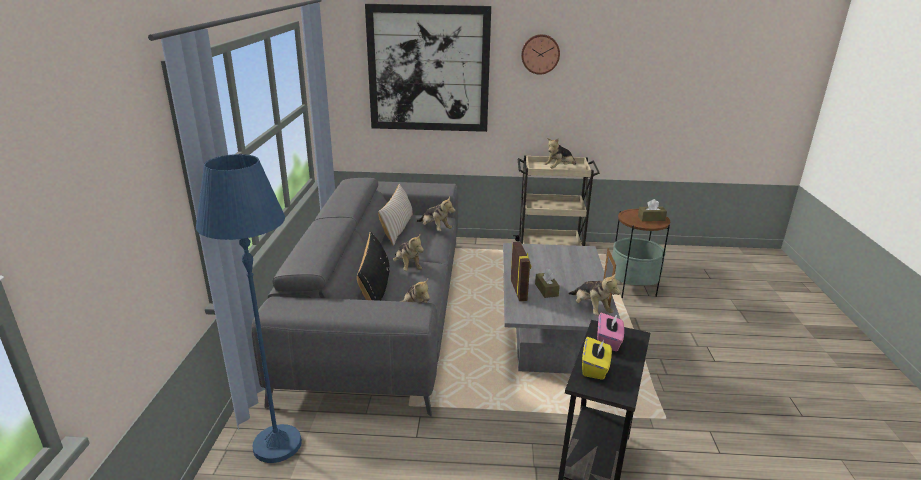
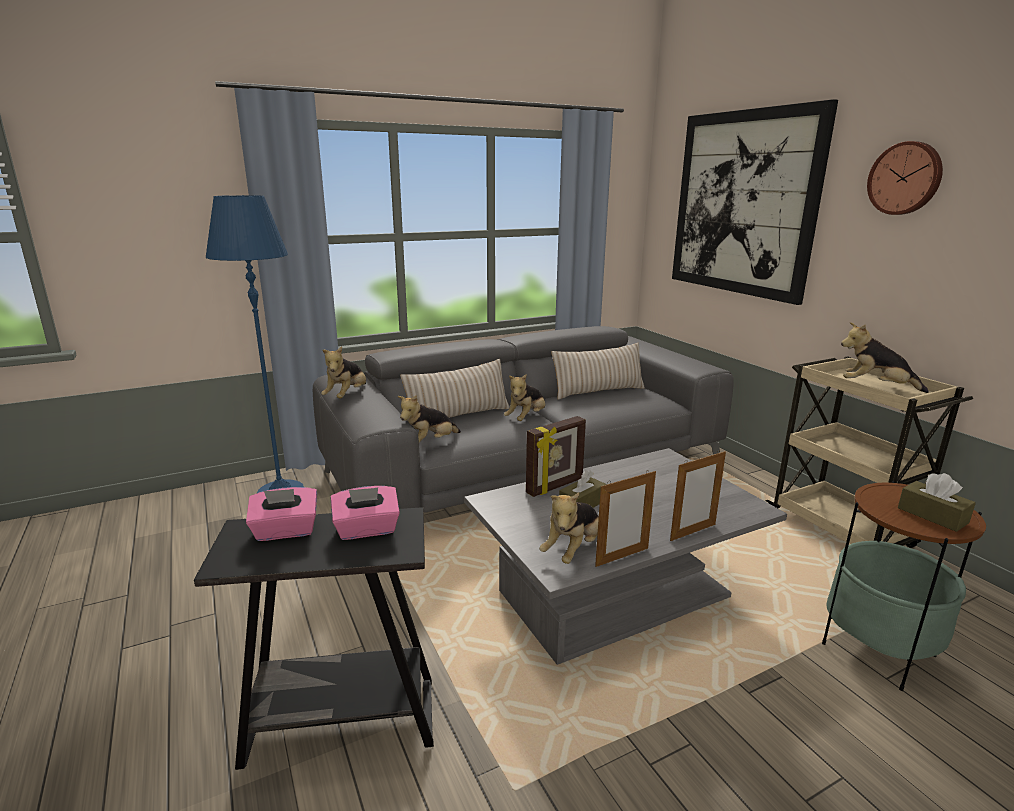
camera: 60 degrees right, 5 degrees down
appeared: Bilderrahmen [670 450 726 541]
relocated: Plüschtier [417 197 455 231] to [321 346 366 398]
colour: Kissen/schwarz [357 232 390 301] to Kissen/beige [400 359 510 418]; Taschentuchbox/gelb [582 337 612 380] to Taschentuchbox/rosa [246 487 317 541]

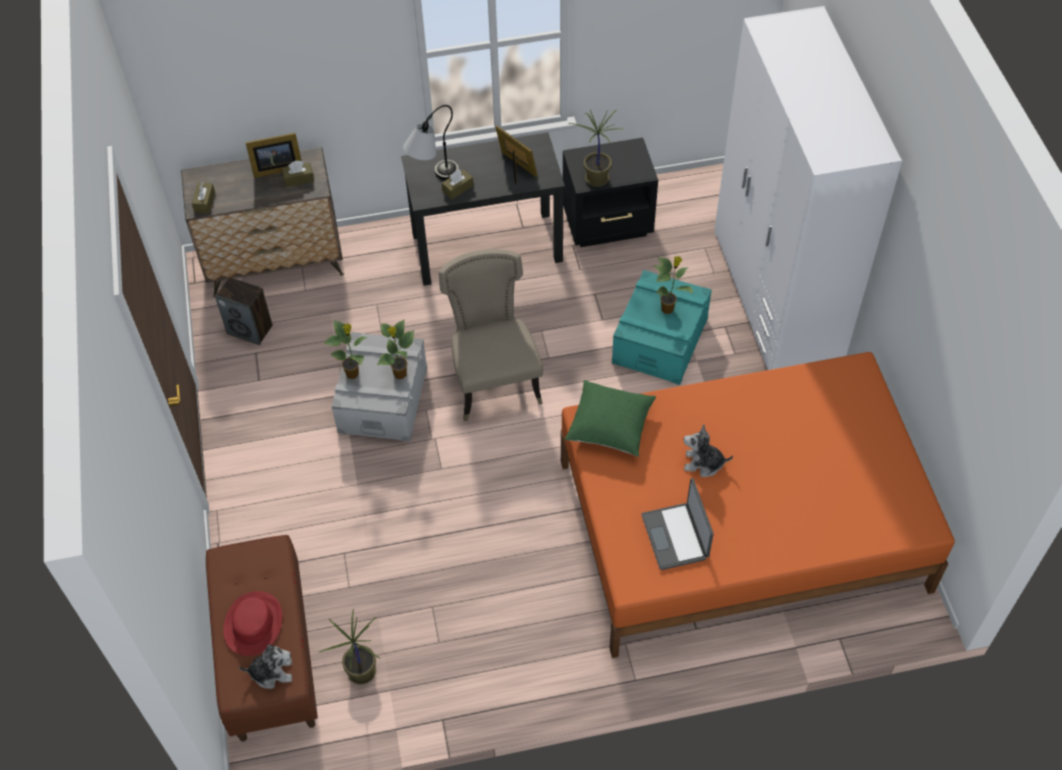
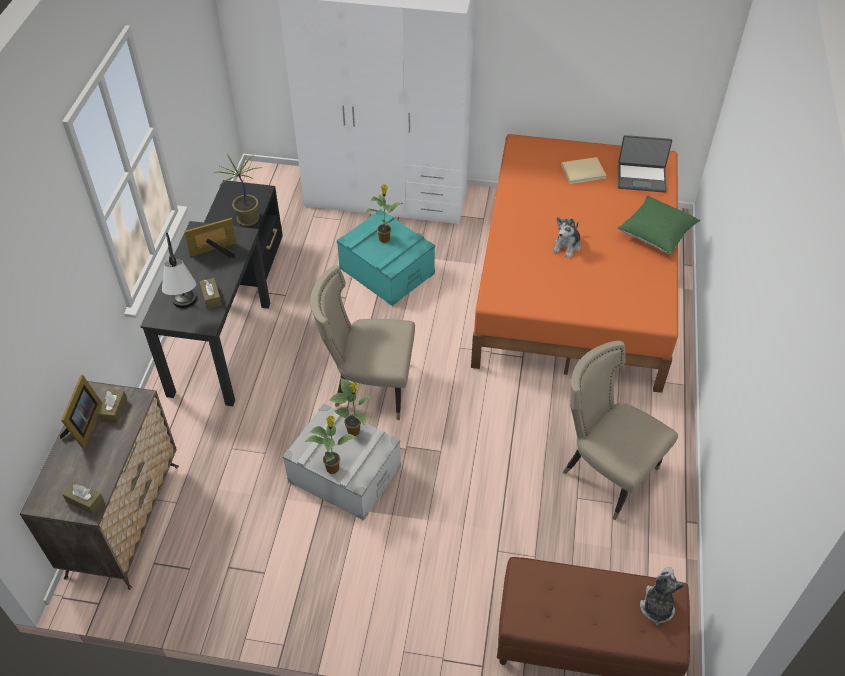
camera: 70 degrees left, 5 degrees down
missing: Lautsprecher [215 277 273 345]; Hut/rot [223 591 282 656]; Topfpflanze [319 609 381 685]
appeared: Buch/beige [561 157 606 184]; Stuhl/beige [563 341 678 520]
relocated: Kissen/grün [565 380 656 457] to [617 196 700 255]; Laptop [641 478 714 570] to [618 135 672 193]

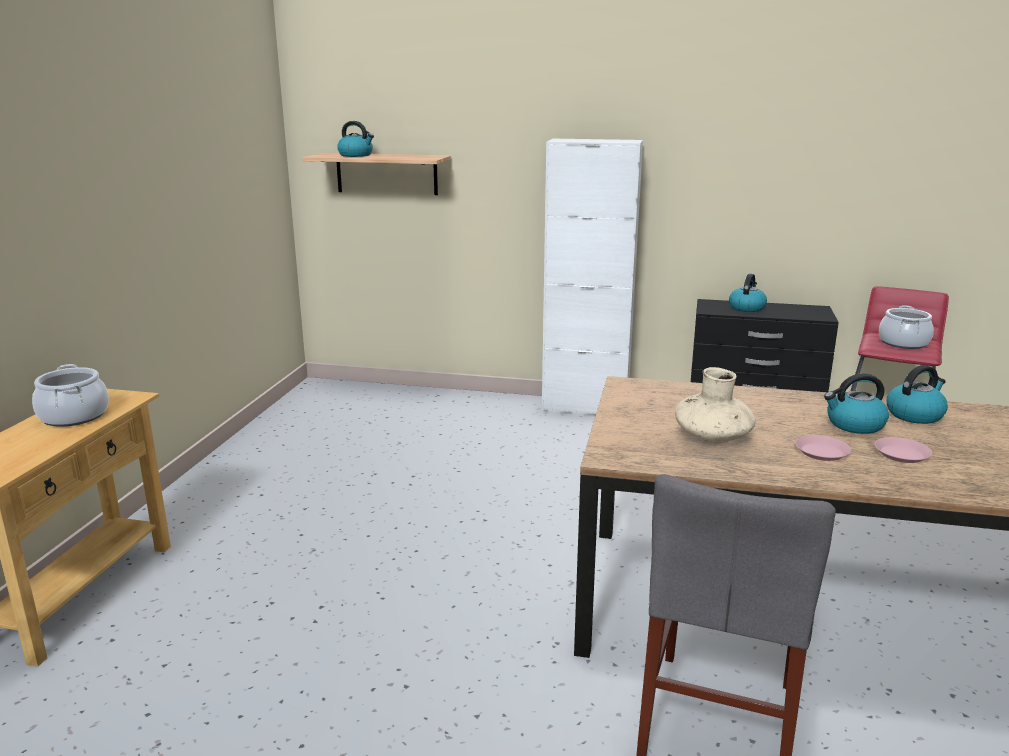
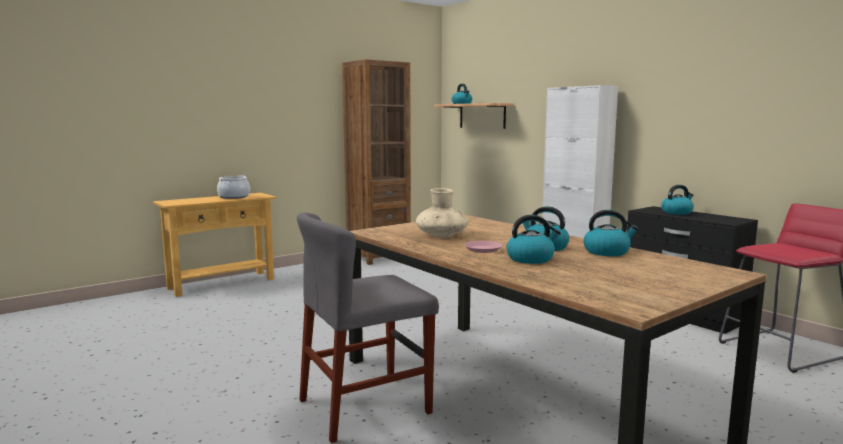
camera: 40 degrees right, 10 degrees down
missing: Kochtopf [879 305 934 349]
appeared: Bücherregal/braun [342 59 411 265]
exchanged: Teller/rosa [874 437 932 463] to Wasserkessel [506 215 561 264]

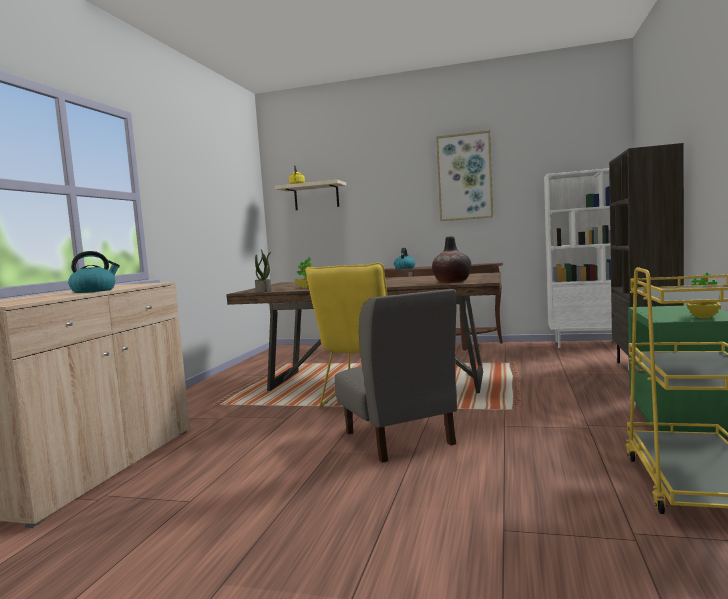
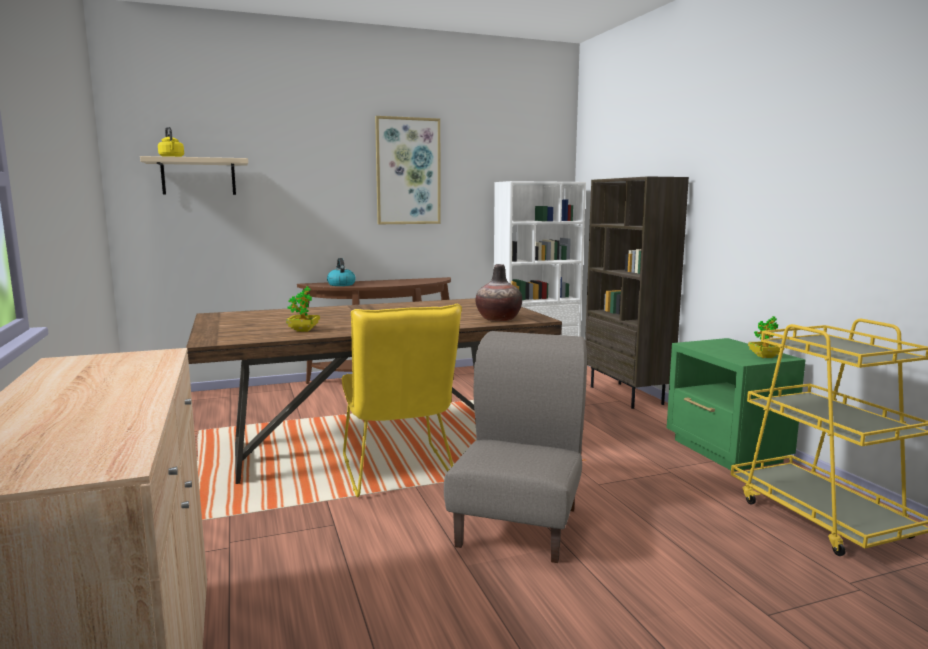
camera: 35 degrees left, 5 degrees up
missing: Topfpflanze [255 249 271 292]; Wasserkessel [68 251 120 293]
spun: Stuhl/grau [334 289 457 463] = [444 331 587 563] 105 degrees counterclockwise

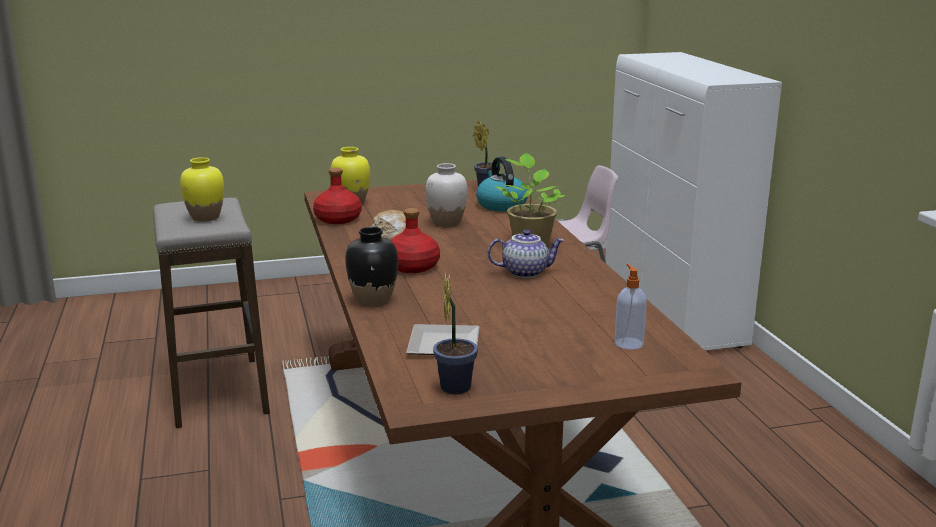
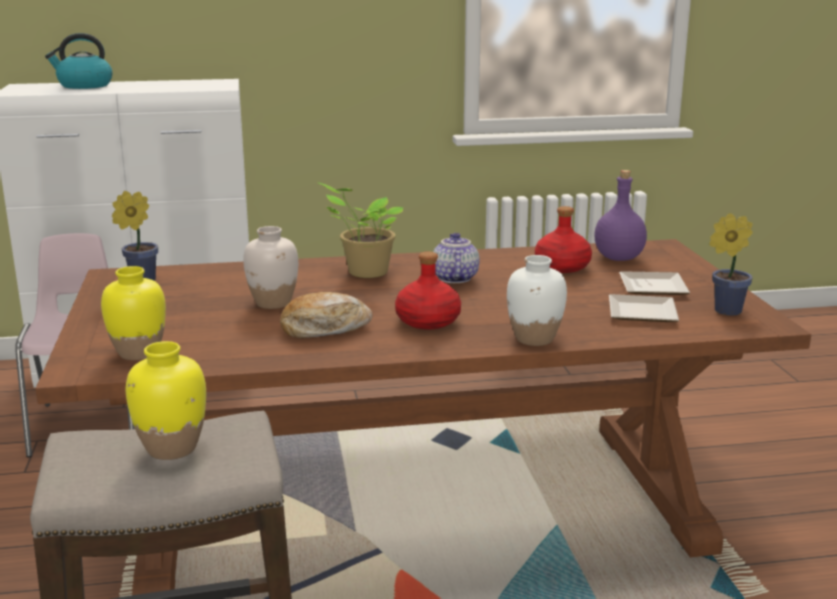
camera: 85 degrees left, 0 degrees up
appeared: Teller [619 271 690 295]
relocated: Wasserkessel [476 157 528 211] to [45 33 113 89]; Flasche/rot [313 168 362 224] to [535 206 592 273]
exchanged: Seifenspender [615 264 647 349] to Flasche/lila [594 170 647 261]
colour: Vase/schwarz [345 227 398 307] to Vase/weiß [507 255 567 346]

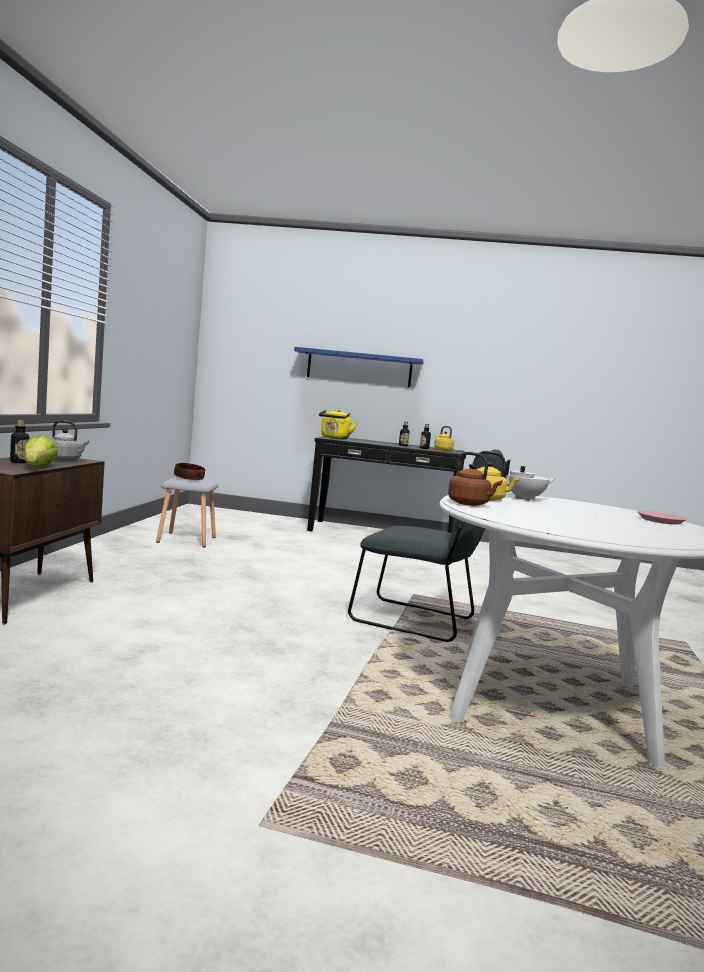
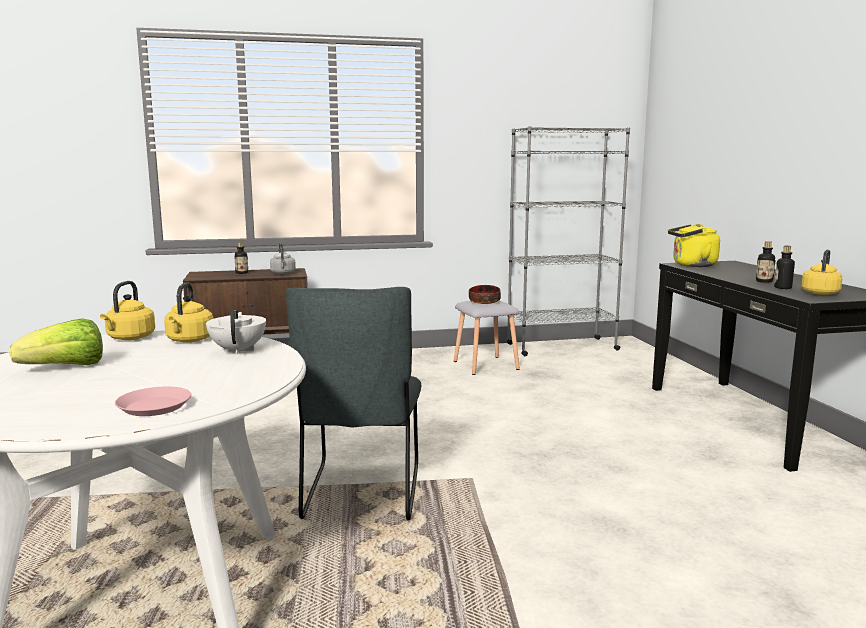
camera: 70 degrees right, 5 degrees up
missing: Wandregal/blau [294 347 424 388]
appeared: Bücherregal/grau [507 126 630 356]
relocated: Salatkopf [24 435 58 466] to [9 318 103 365]
colour: Wasserkessel/braun [448 452 502 506] to Wasserkessel/gelb [100 281 155 340]
spun: Teekanne/weiß [501 459 556 501] = [206 307 266 355] 150 degrees counterclockwise

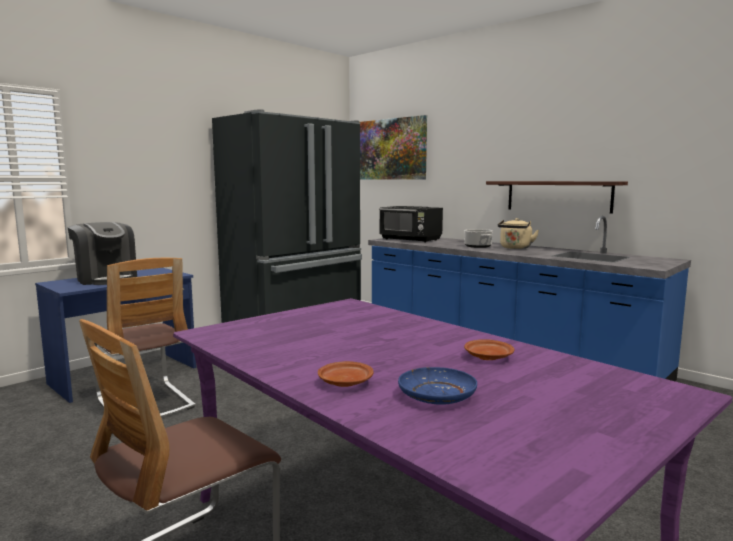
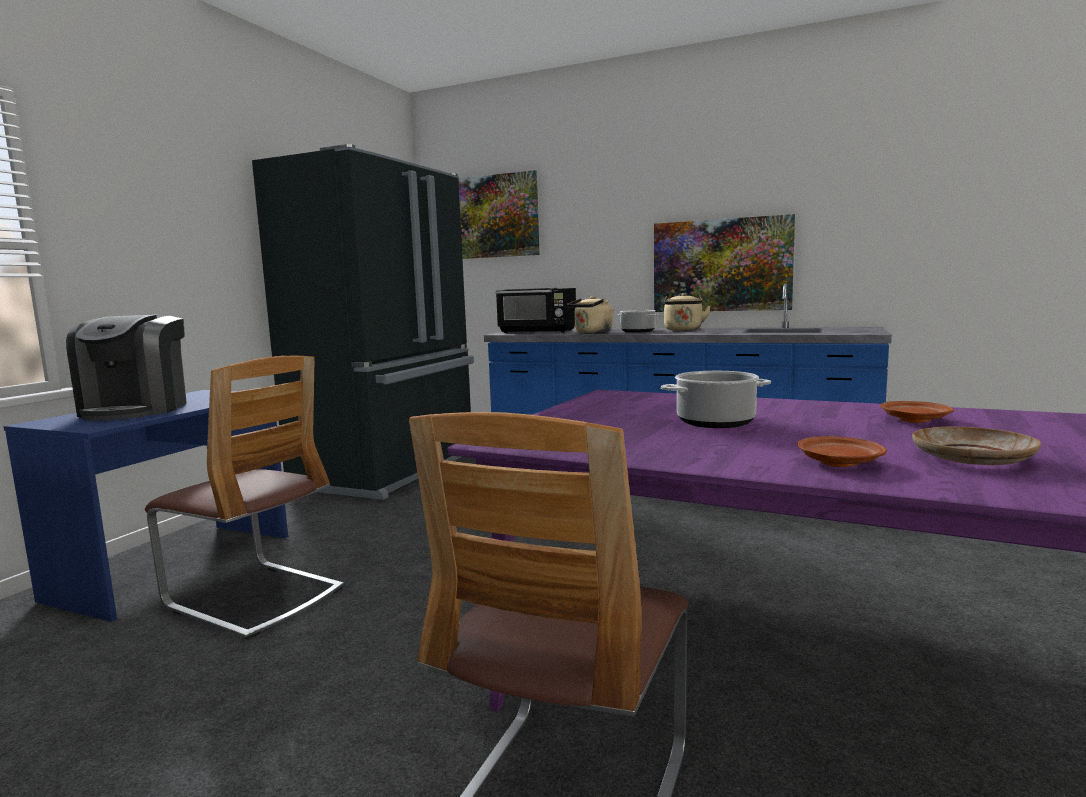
camera: 20 degrees left, 0 degrees up
appeared: Wasserkessel/beige [567 296 614 334]; Kochtopf [661 371 771 428]
exchanged: Wandregal [486 181 628 214] to Bild [654 214 795 312]
colour: Teller/blau [398 367 477 405] to Teller/beige [912 427 1041 465]
spun: Kaffeemaschine [67 222 137 285] = [66 315 187 420] 60 degrees clockwise

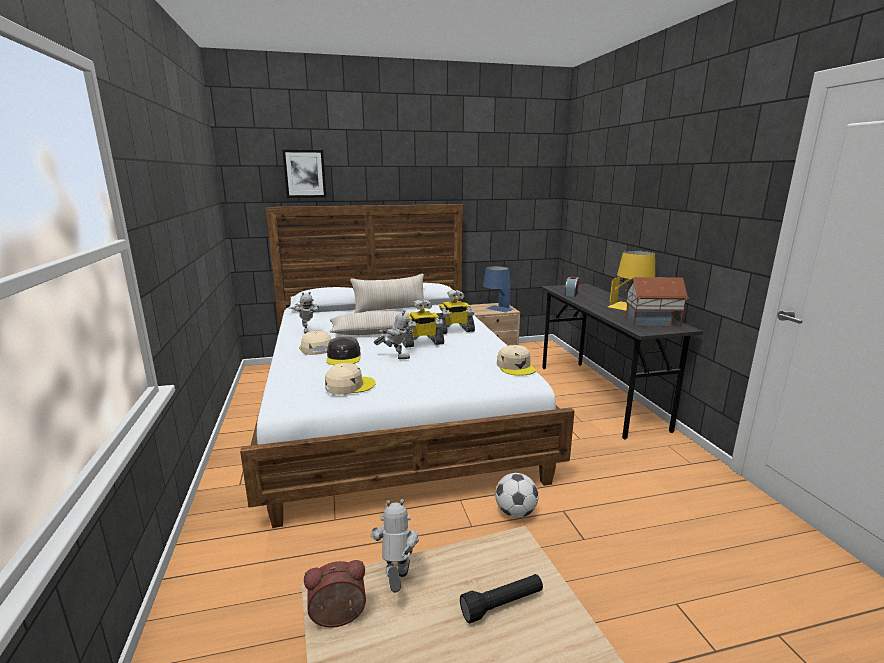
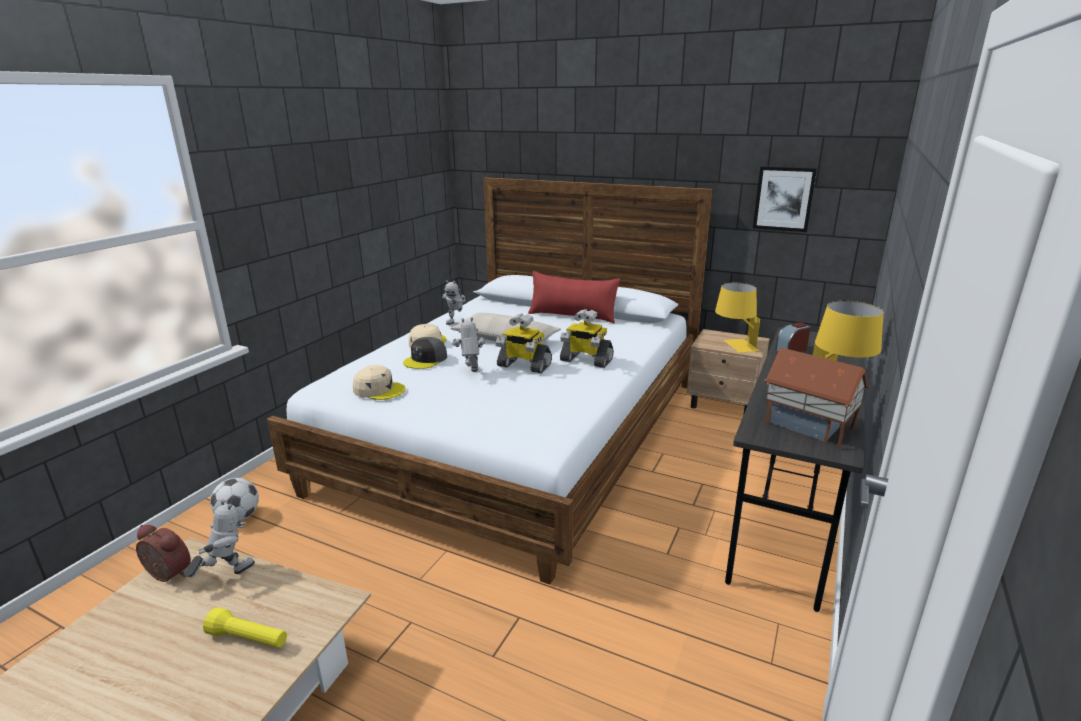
camera: 40 degrees right, 5 degrees up
missing: Kappe/beige [497 345 536 376]
relocated: Bild [282 150 326 198] to [753 166 817 232]; Fußball [495 473 539 518] to [210 478 259 521]
colour: Tischlampe/blau [483 266 513 312] to Tischlampe/gelb [715 283 760 353]; Kissen/beige [350 274 426 313] to Kissen/rot [528 271 621 323]; Taschenlampe/schwarz [460 574 543 624] to Taschenlampe/gelb [203 607 287 648]
spun: Spielzeugroboter [373 310 414 359] = [452 317 485 372] 150 degrees counterclockwise

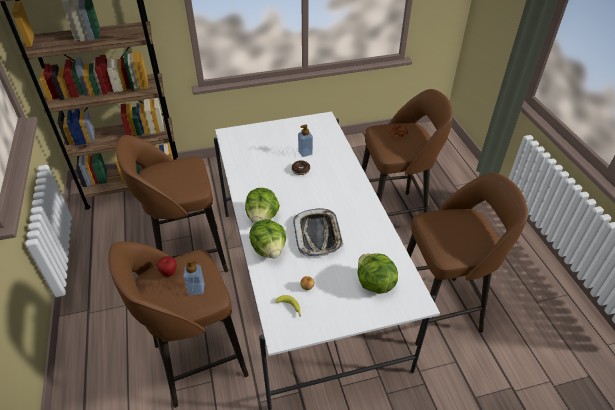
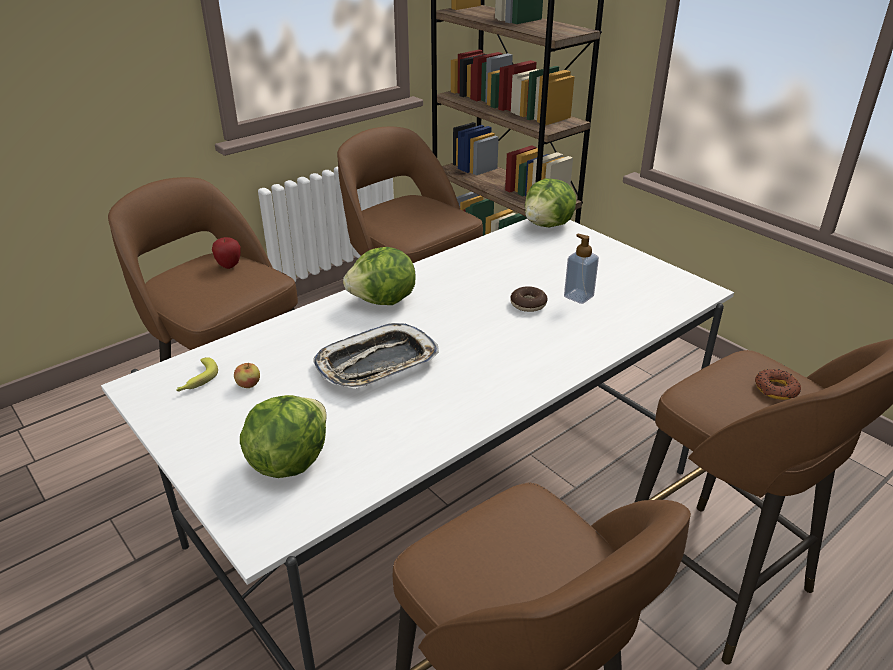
camera: 65 degrees right, 10 degrees down
missing: Seifenspender [183 259 204 295]
relocated: Salatkopf [249 219 286 258] to [525 178 576 227]

